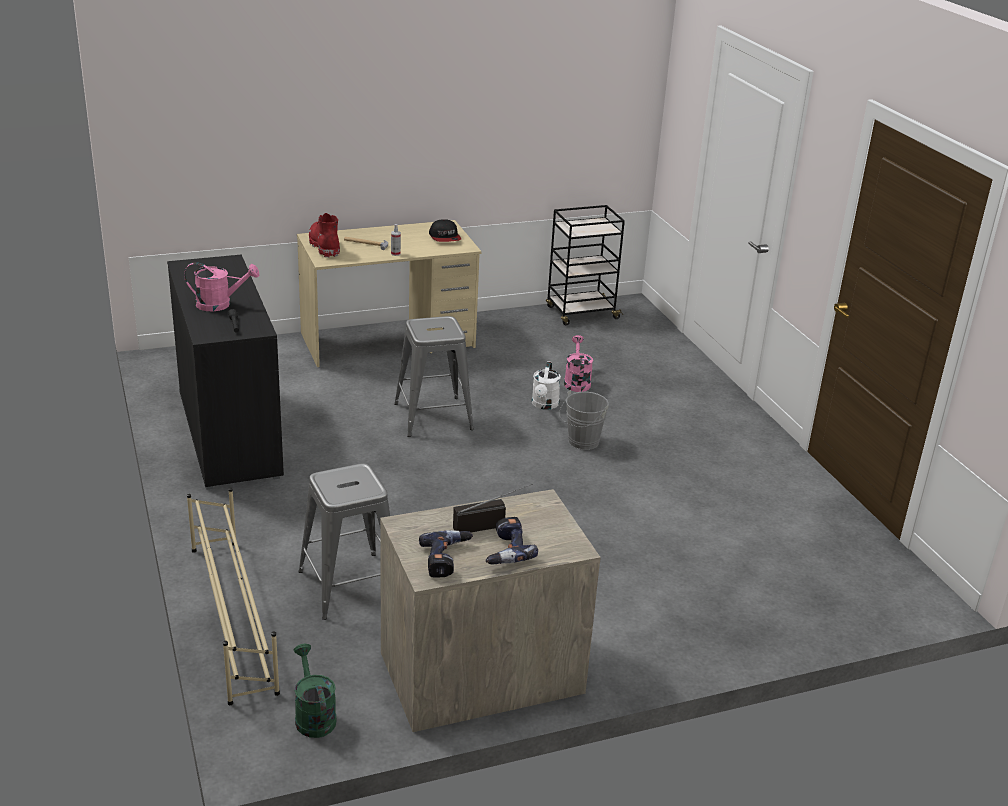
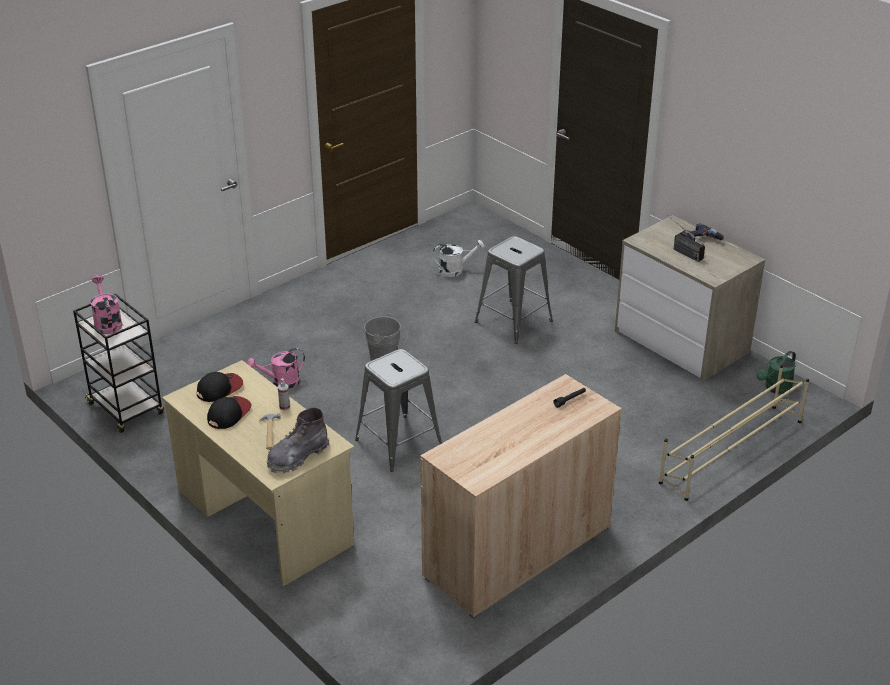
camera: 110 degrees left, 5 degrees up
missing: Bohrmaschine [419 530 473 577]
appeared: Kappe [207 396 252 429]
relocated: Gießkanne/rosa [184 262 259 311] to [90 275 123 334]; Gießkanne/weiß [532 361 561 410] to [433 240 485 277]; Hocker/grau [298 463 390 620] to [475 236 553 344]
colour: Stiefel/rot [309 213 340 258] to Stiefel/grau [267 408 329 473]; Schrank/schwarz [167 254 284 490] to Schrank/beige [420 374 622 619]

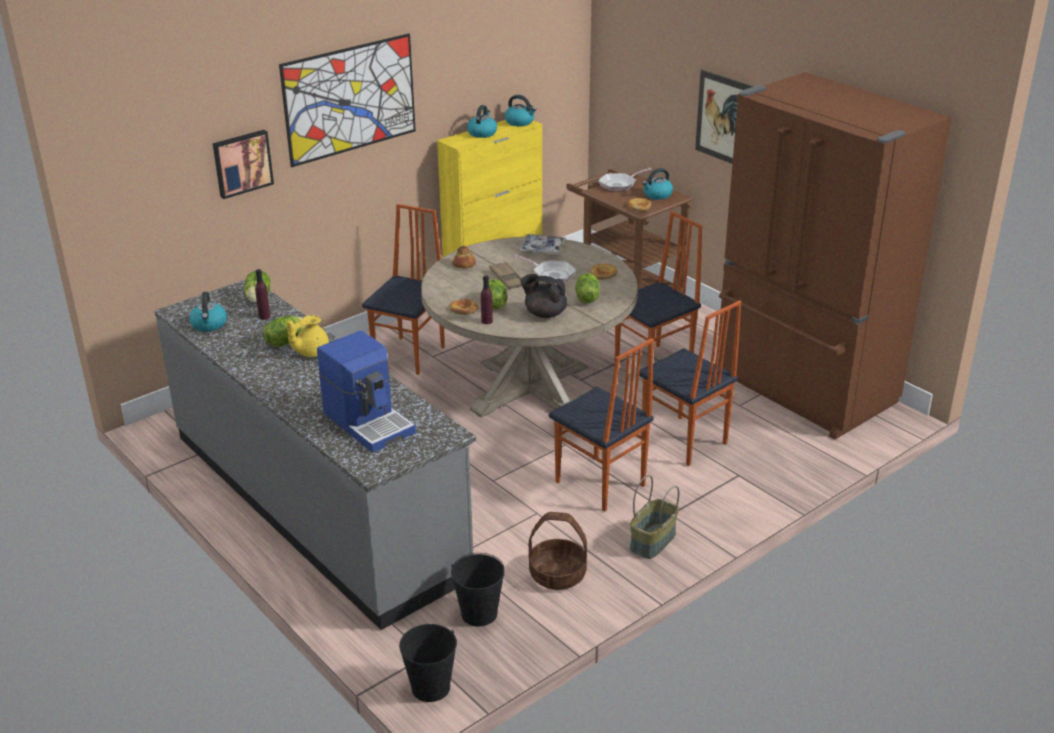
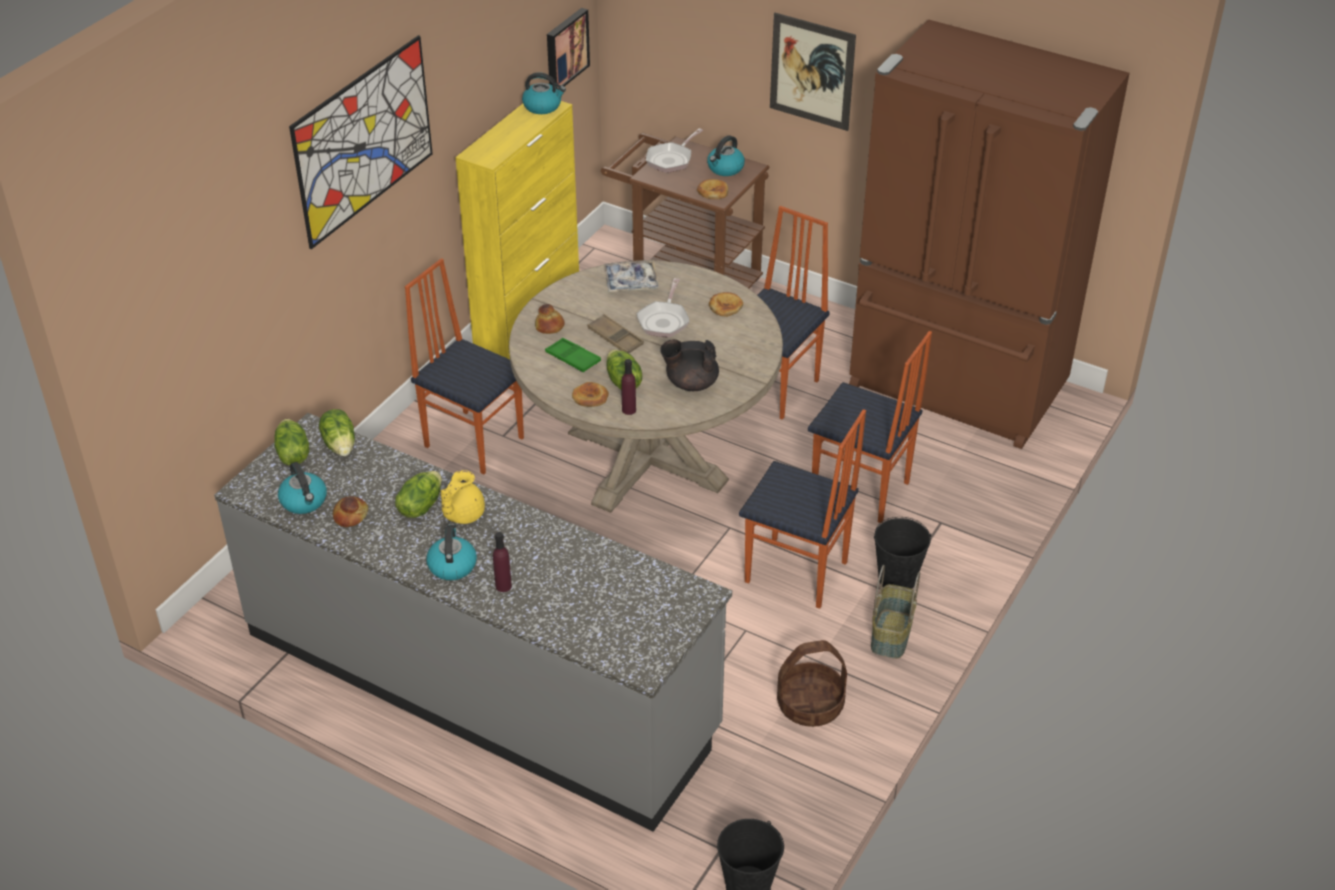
camera: 20 degrees left, 10 degrees up
missing: Kaffeemaschine [317 331 416 453]
appeared: Tablett/grün [545 338 601 372]; Brot [333 496 368 527]
relocated: Wasserkessel [467 105 497 138] to [426 524 477 581]; Bild [213 130 274 199] to [547 8 590 89]; Flasche/lila [255 269 271 319] to [493 532 512 592]; Salatkopf [575 273 600 303] to [274 419 309 465]; Eimer/schwarz [451 553 505 626] to [874 517 931 589]
spun: Stuhl [362 204 445 375] = [405 258 524 475] 60 degrees counterclockwise; Pfanne [513 255 577 284] = [636 278 689 338] 90 degrees clockwise

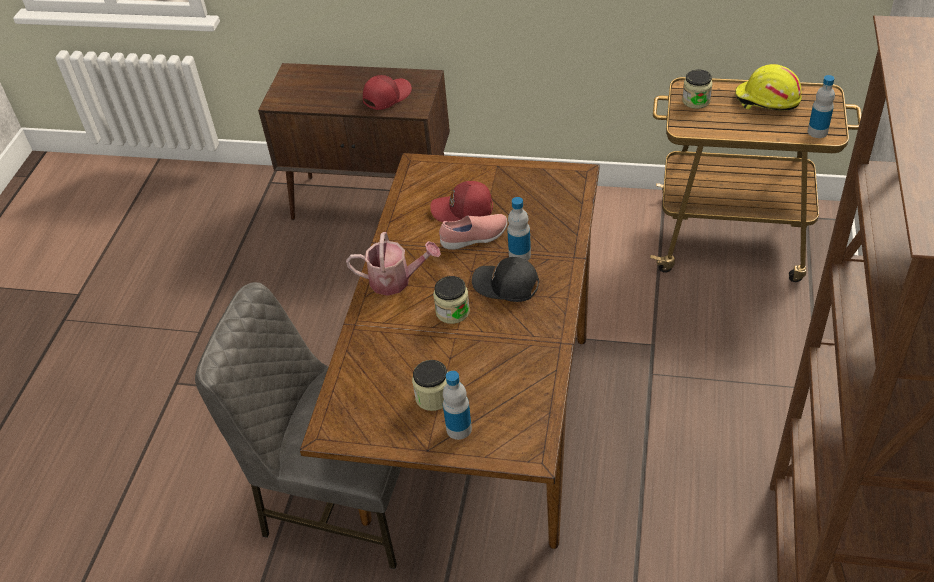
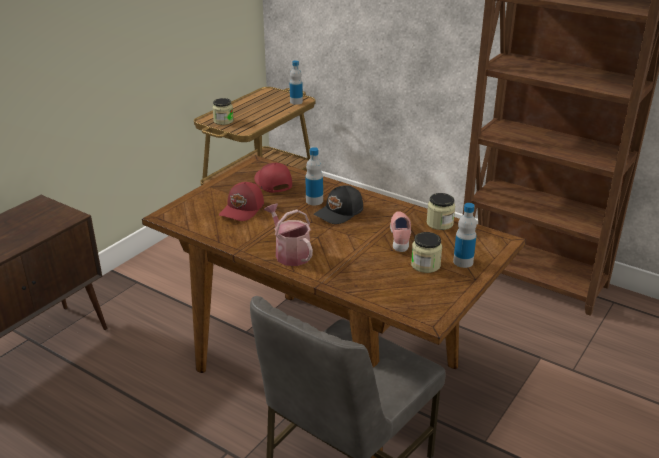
camera: 70 degrees left, 15 degrees down
missing: Schutzhelm/gelb [735 64 802 111]
relocated: Kappe/rot [363 75 412 110] to [254 163 292 193]; Schuh/rosa [439 214 507 250] to [390 211 411 252]; Vorratsglas [433 276 470 324] to [427 193 455 230]
spun: Gießkanne [346 232 441 296] = [264 203 313 266] 60 degrees counterclockwise

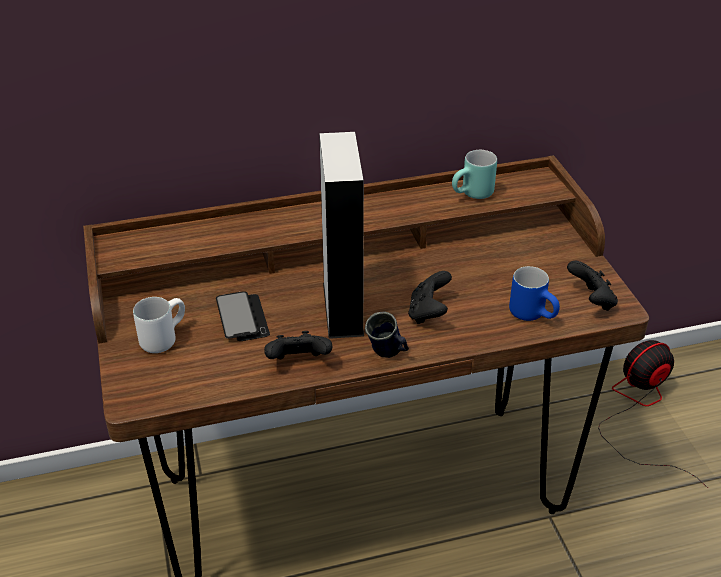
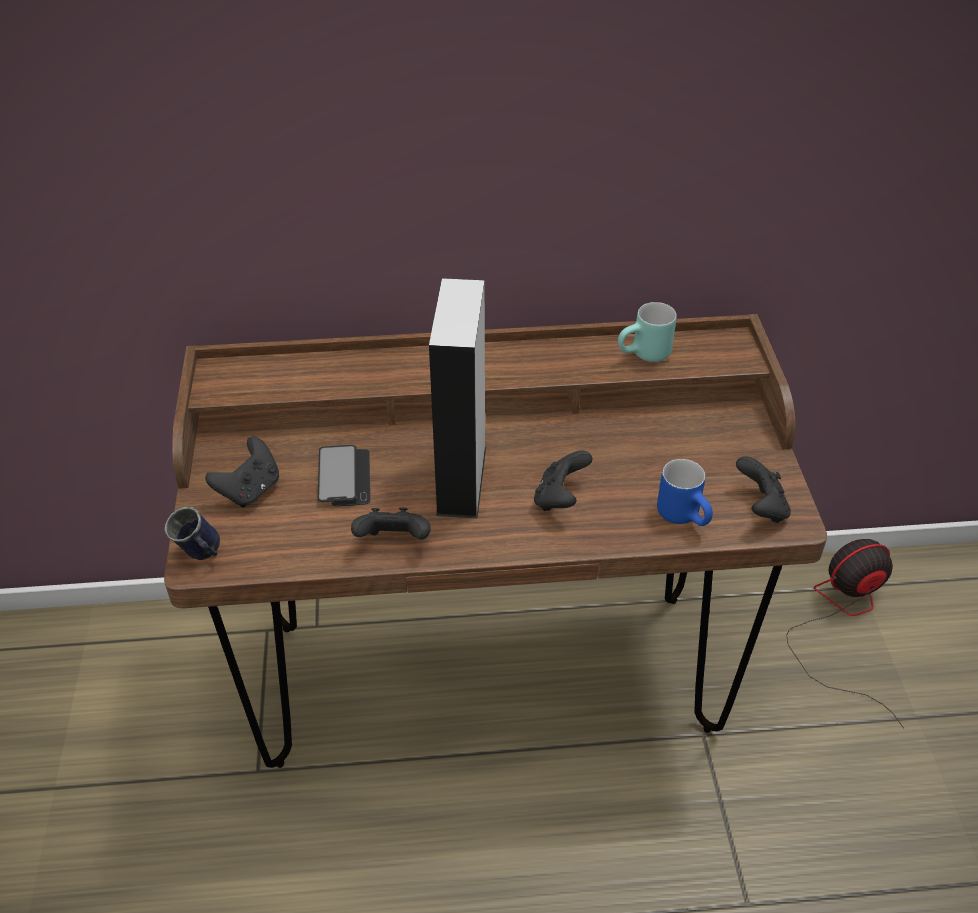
camera: 10 degrees right, 5 degrees up
relocated: Henkelbecher/blau [365 312 409 358] to [164 507 220 560]
exchanged: Henkelbecher/weiß [133 297 185 353] to Gamepad/schwarz [205 437 279 508]

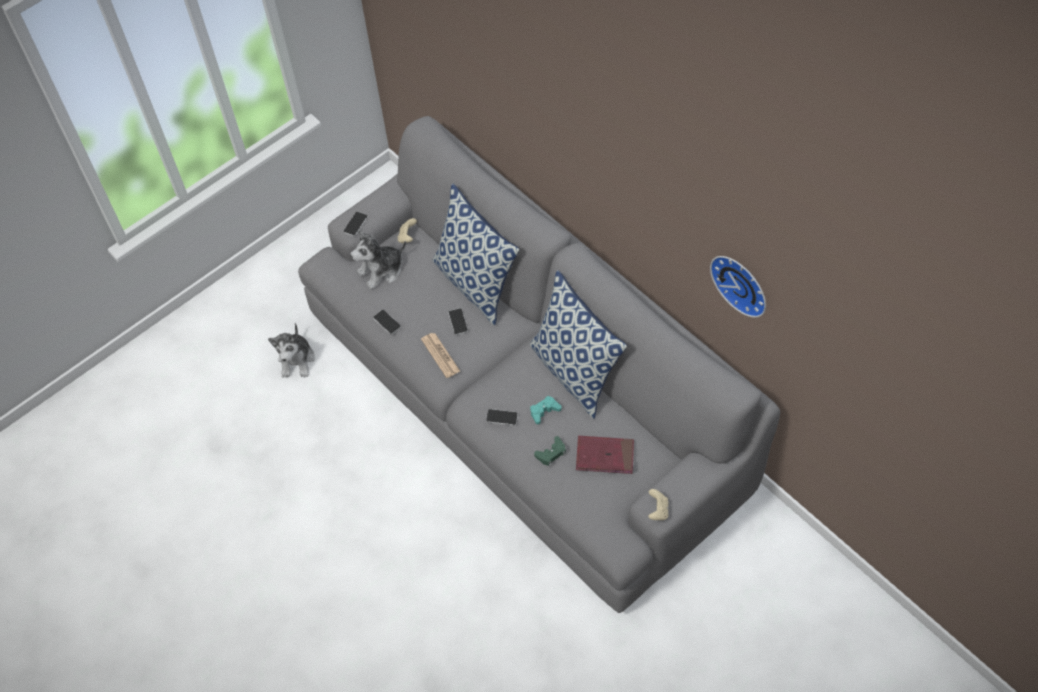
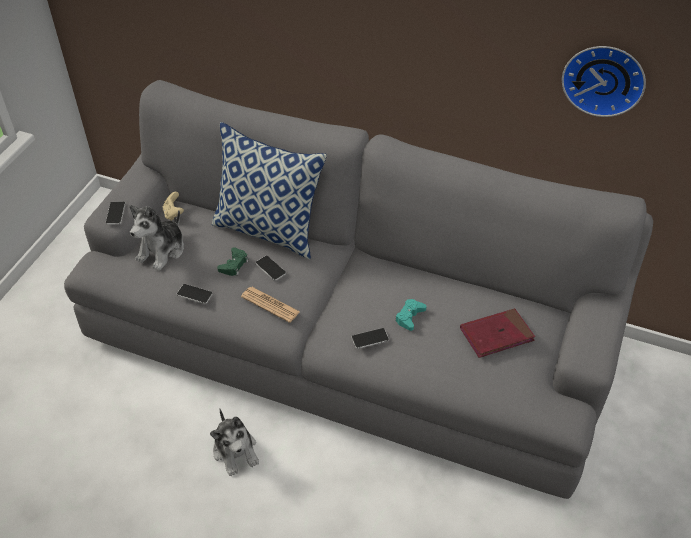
camera: 30 degrees left, 10 degrees down
missing: Kissen [530 270 627 419]; Gamepad/beige [648 489 669 520]
relocated: Plüschtier [268 323 315 378] to [210 409 259 476]; Gamepad/grün [534 436 566 467] to [217 247 248 276]

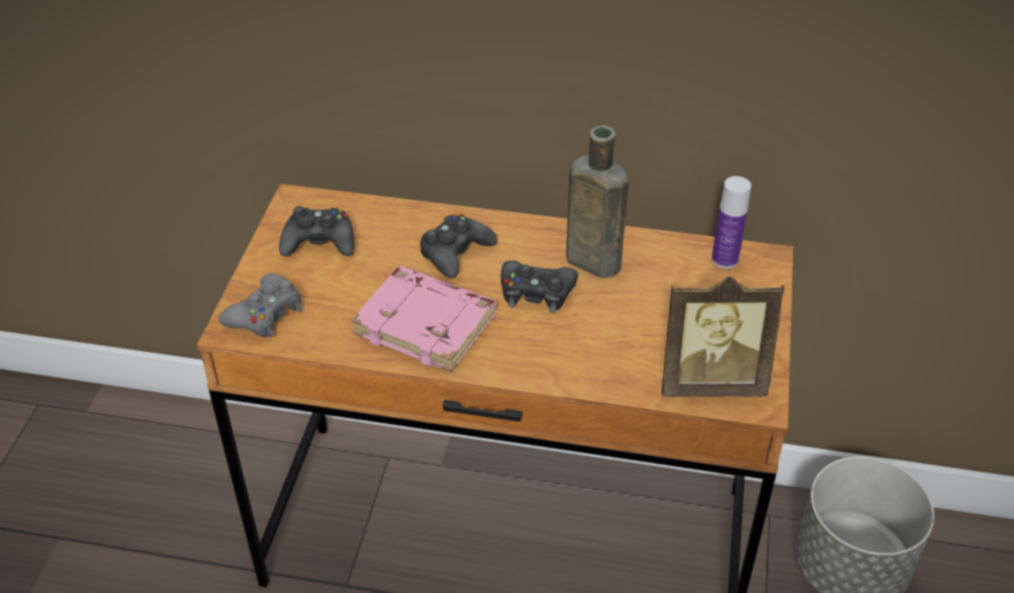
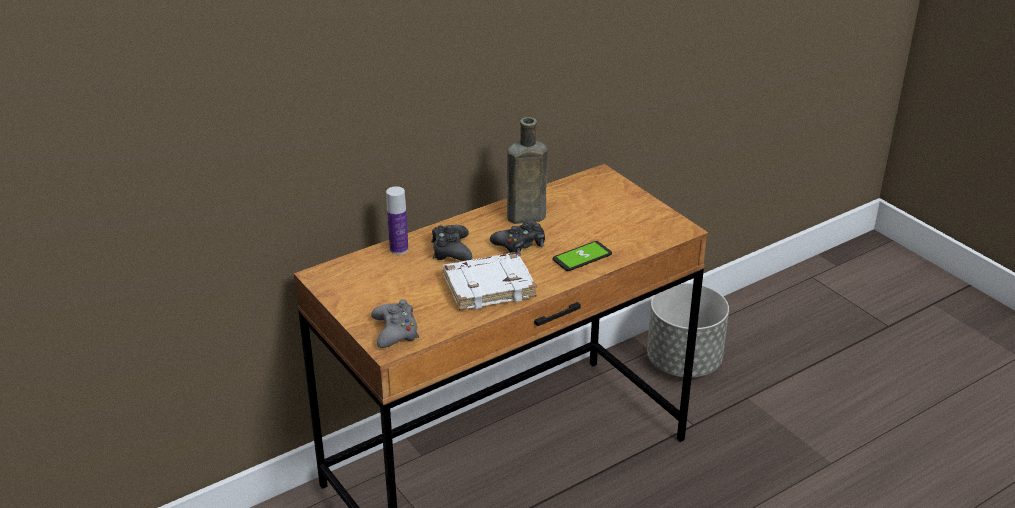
camera: 45 degrees left, 10 degrees down
missing: Gamepad/schwarz [279 206 354 256]; Bilderrahmen [662 276 784 397]
appeared: Handy [553 241 612 271]
relocated: Flasche [712 176 751 269] to [386 186 408 255]
colour: Buch/rosa [351 266 496 372] to Buch/weiß [443 252 537 310]

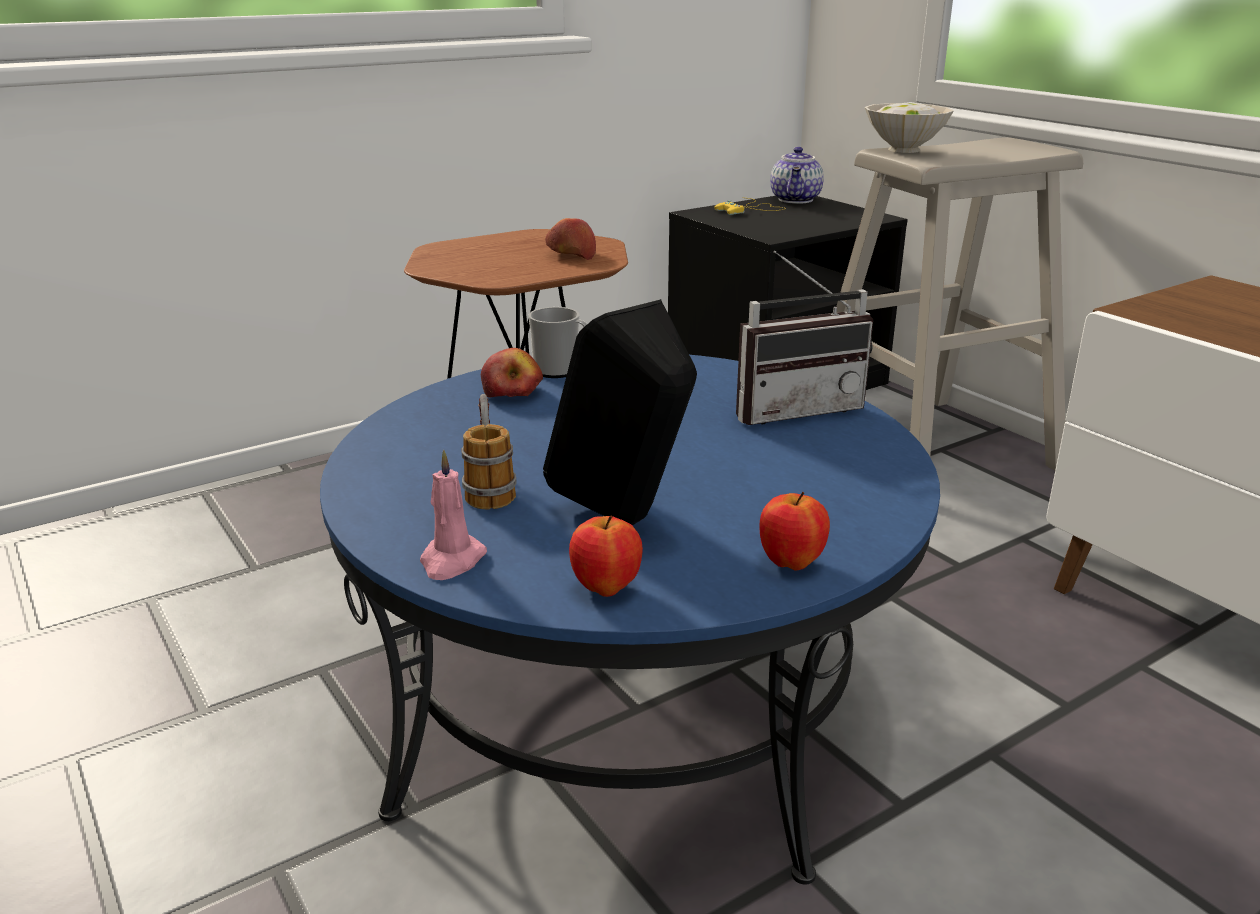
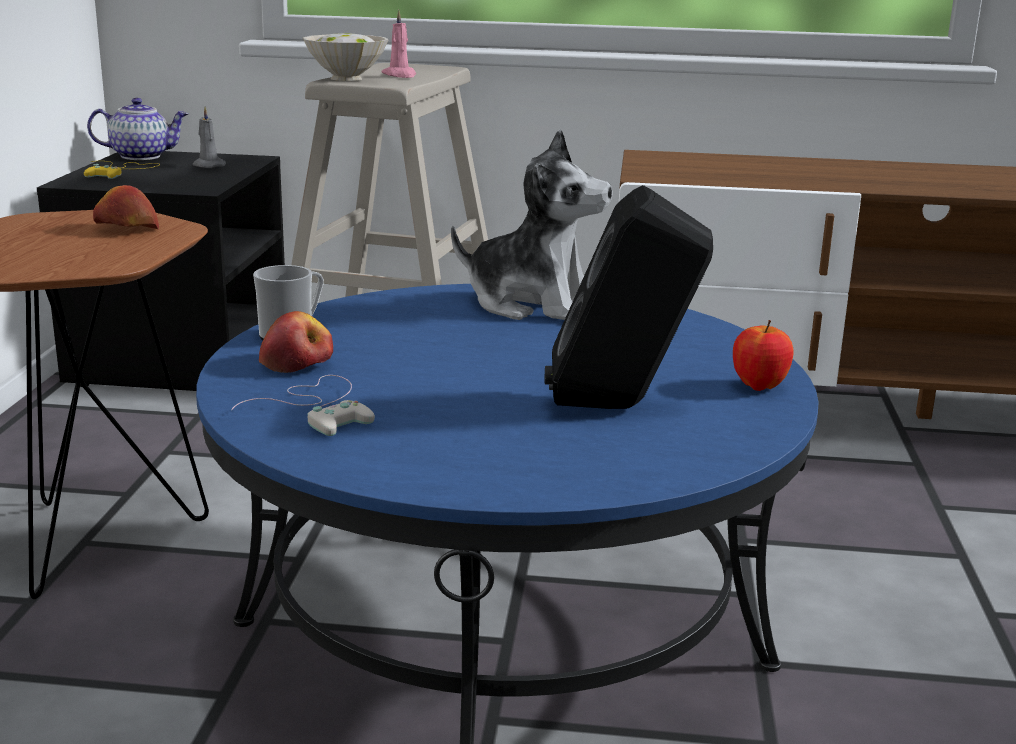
camera: 50 degrees left, 5 degrees down
missing: Henkelbecher [461 394 517 510]; Apfel [569 515 643 597]
appeared: Kerze/grau [193 106 226 168]; Gamepad/weiß [231 375 375 436]
relocated: Kerze/rosa [420 449 487 580] to [381 10 416 78]
exchanged: Radio [736 250 873 425] to Plüschtier [451 129 613 320]
spun: Teekanne [770 147 824 204] = [87 98 189 160] 60 degrees counterclockwise

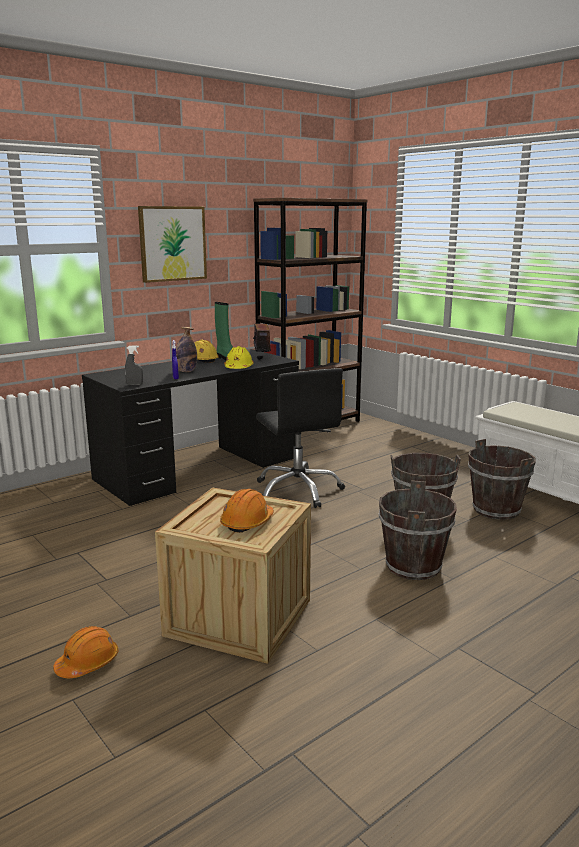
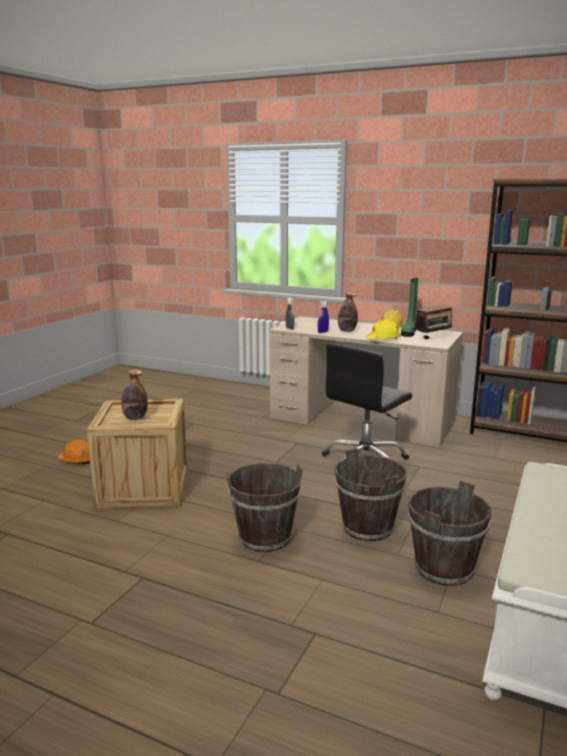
camera: 65 degrees right, 0 degrees up
missing: Bild [138 206 207 283]
exchanged: Schutzhelm/orange [220 489 274 533] to Flasche [121 369 148 420]
colour: Schreibtisch/schwarz [82 349 299 506] to Schreibtisch/beige [269 316 463 448]

